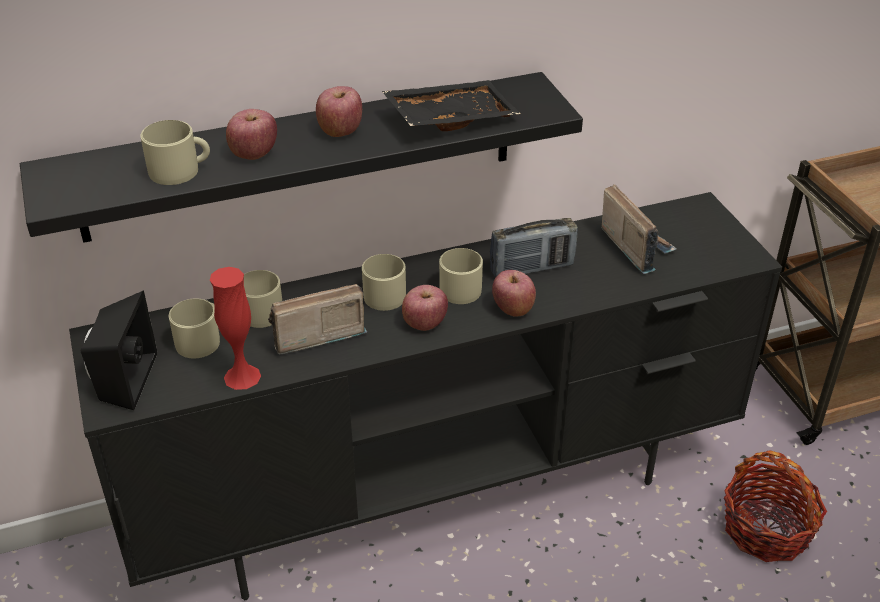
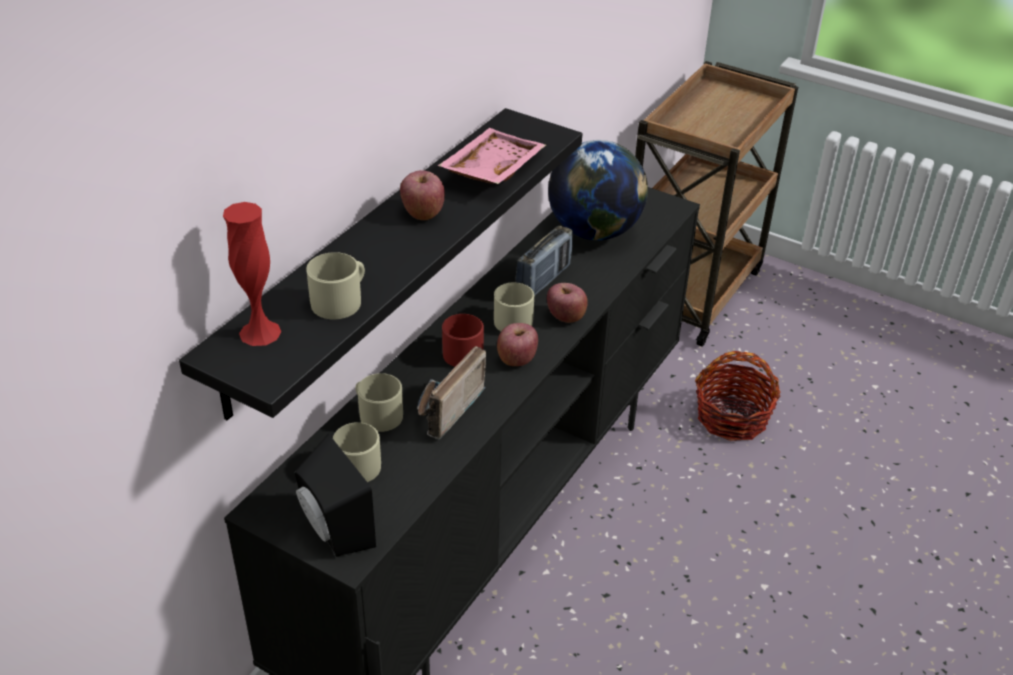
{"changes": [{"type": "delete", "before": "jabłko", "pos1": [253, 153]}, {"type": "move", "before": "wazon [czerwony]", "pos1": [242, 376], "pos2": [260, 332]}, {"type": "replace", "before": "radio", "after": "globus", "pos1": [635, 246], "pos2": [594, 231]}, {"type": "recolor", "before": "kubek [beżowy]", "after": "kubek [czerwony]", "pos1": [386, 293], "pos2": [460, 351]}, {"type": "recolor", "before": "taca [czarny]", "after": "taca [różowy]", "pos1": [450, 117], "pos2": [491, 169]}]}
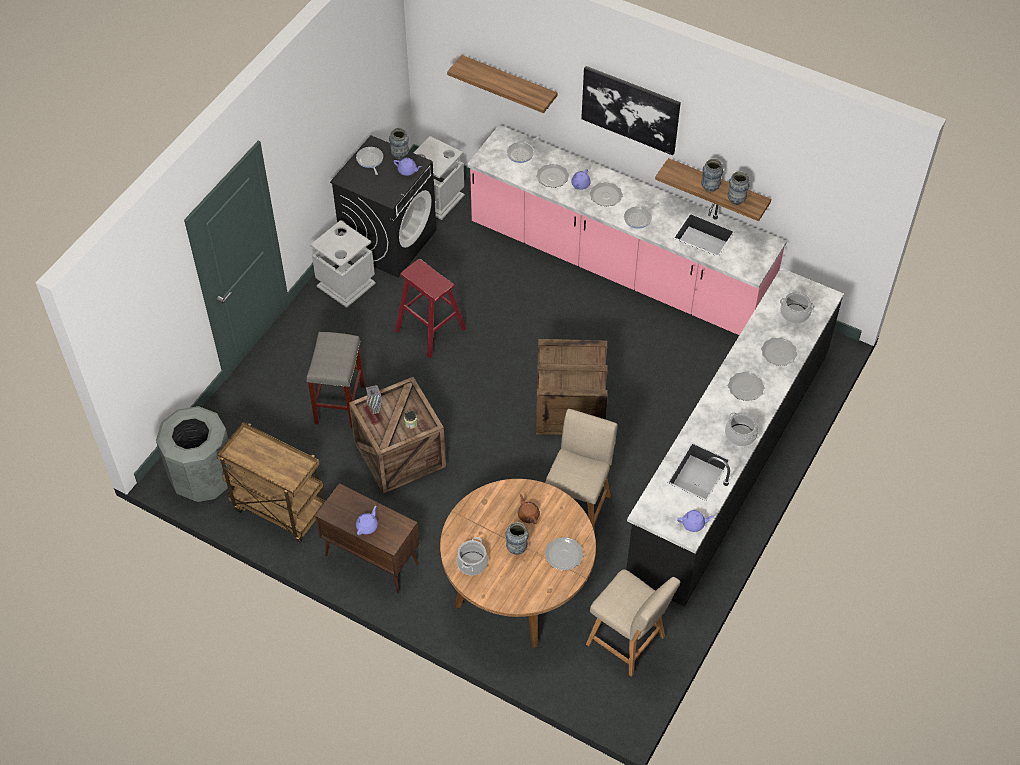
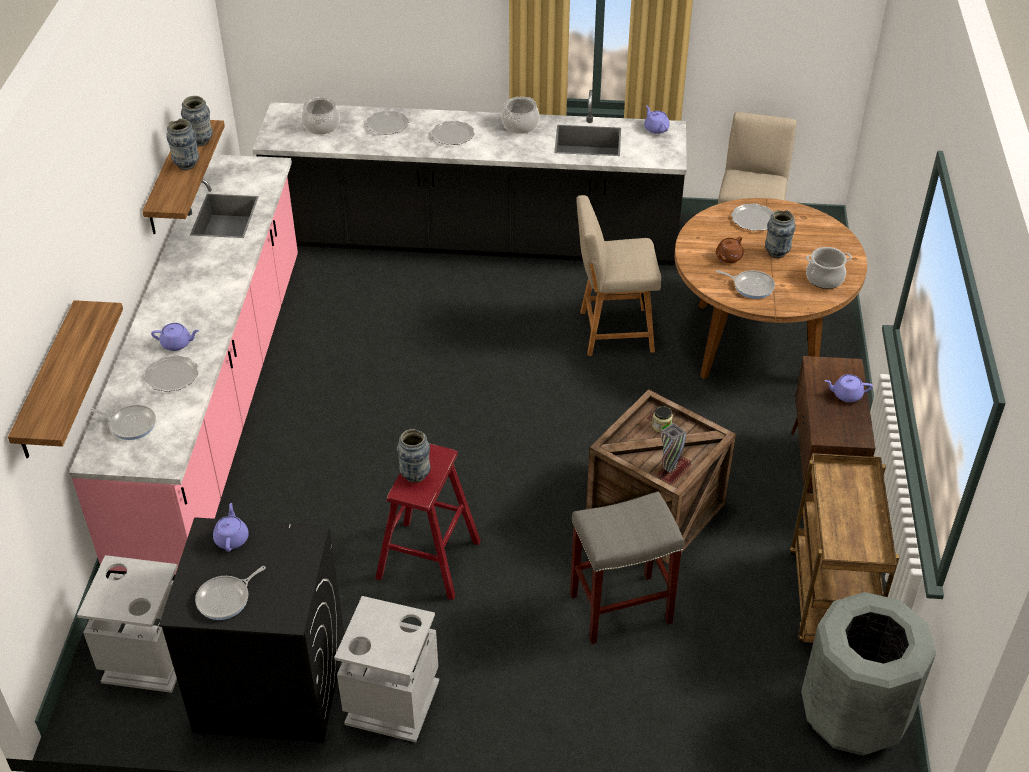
{"changes": [{"type": "delete", "before": "skrzynka", "pos1": [569, 407]}, {"type": "delete", "before": "obraz", "pos1": [630, 109]}, {"type": "delete", "before": "talerz", "pos1": [606, 195]}, {"type": "move", "before": "wazon", "pos1": [400, 155], "pos2": [415, 475]}, {"type": "move", "before": "patelnia", "pos1": [639, 218], "pos2": [751, 286]}]}
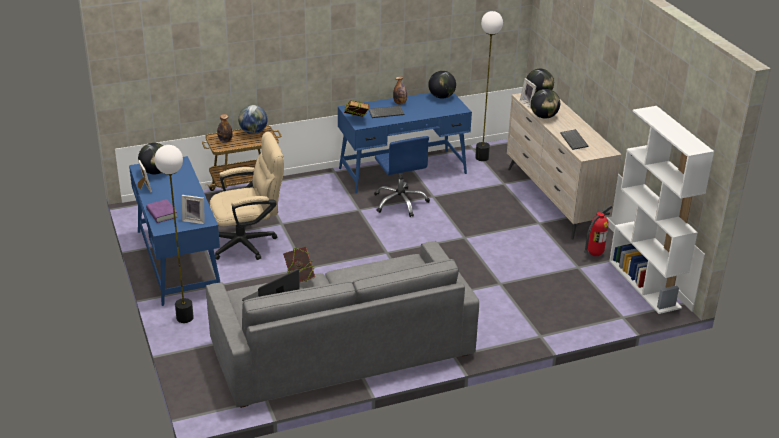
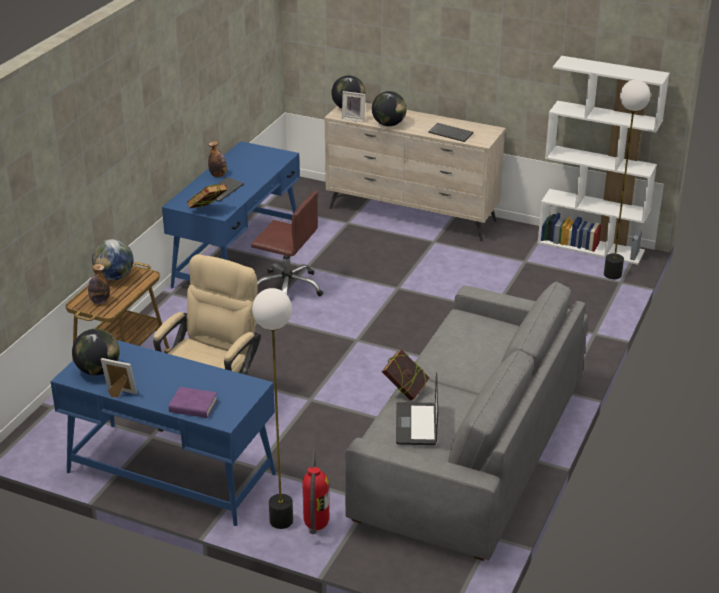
{"changes": [{"type": "delete", "before": "ramka na zdjęcie", "pos1": [195, 220]}, {"type": "delete", "before": "globus", "pos1": [441, 97]}, {"type": "move", "before": "lampa stojąca", "pos1": [481, 158], "pos2": [612, 274]}, {"type": "move", "before": "gaśnica", "pos1": [594, 254], "pos2": [315, 526]}, {"type": "recolor", "before": "krzesło biurowe [niebieski]", "after": "krzesło biurowe [brązowy]", "pos1": [400, 202], "pos2": [288, 288]}]}
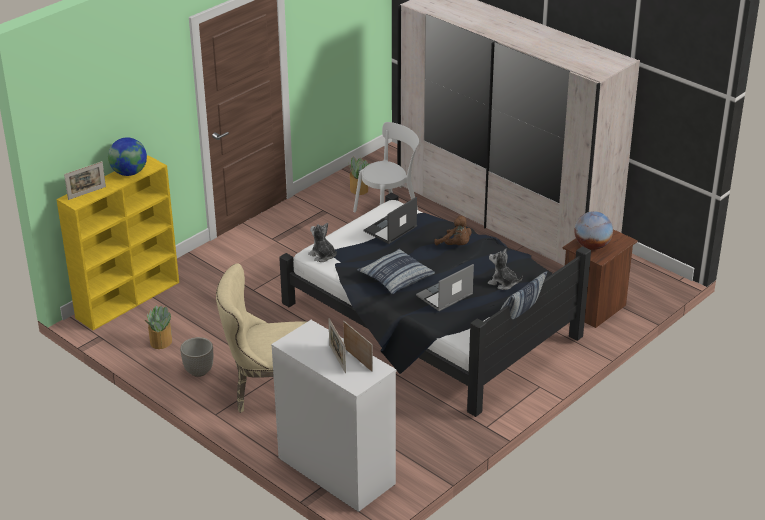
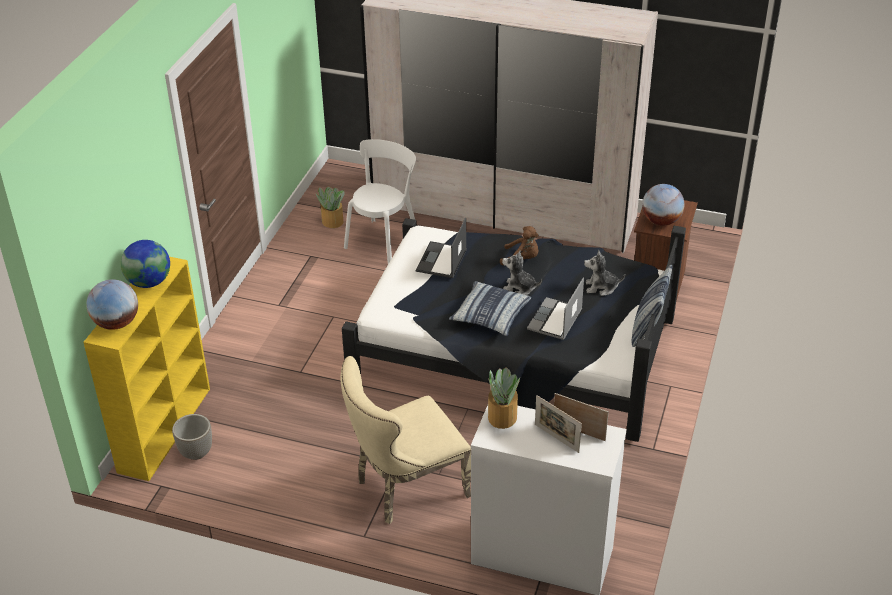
{"changes": [{"type": "move", "before": "roślina doniczkowa", "pos1": [160, 342], "pos2": [502, 417]}, {"type": "move", "before": "donica", "pos1": [198, 371], "pos2": [196, 452]}, {"type": "move", "before": "pluszak", "pos1": [322, 256], "pos2": [519, 288]}, {"type": "replace", "before": "ramka na zdjęcie", "after": "globus", "pos1": [87, 193], "pos2": [116, 323]}]}
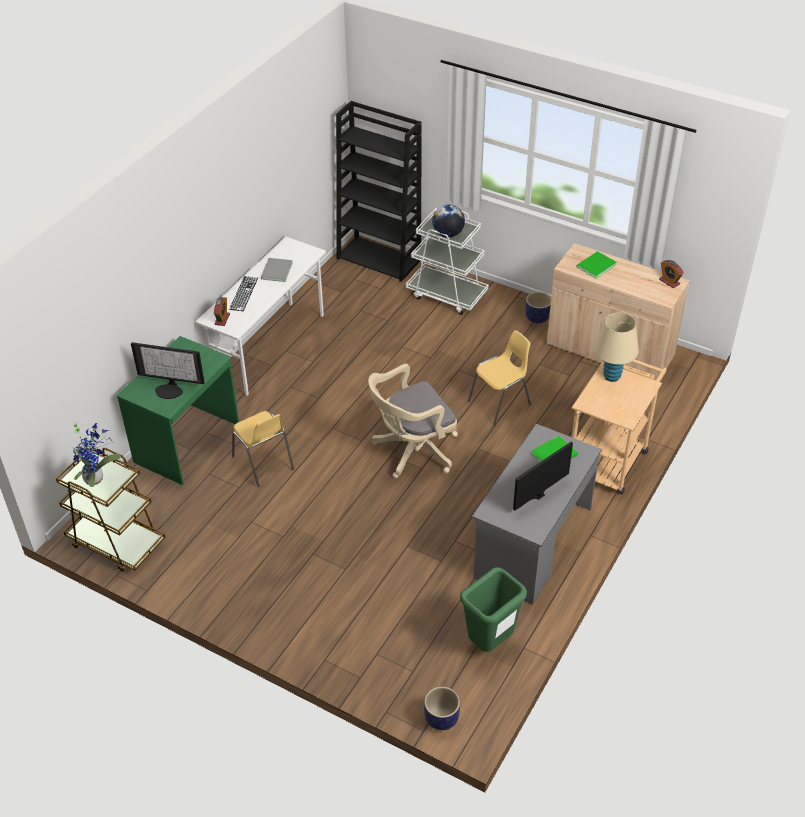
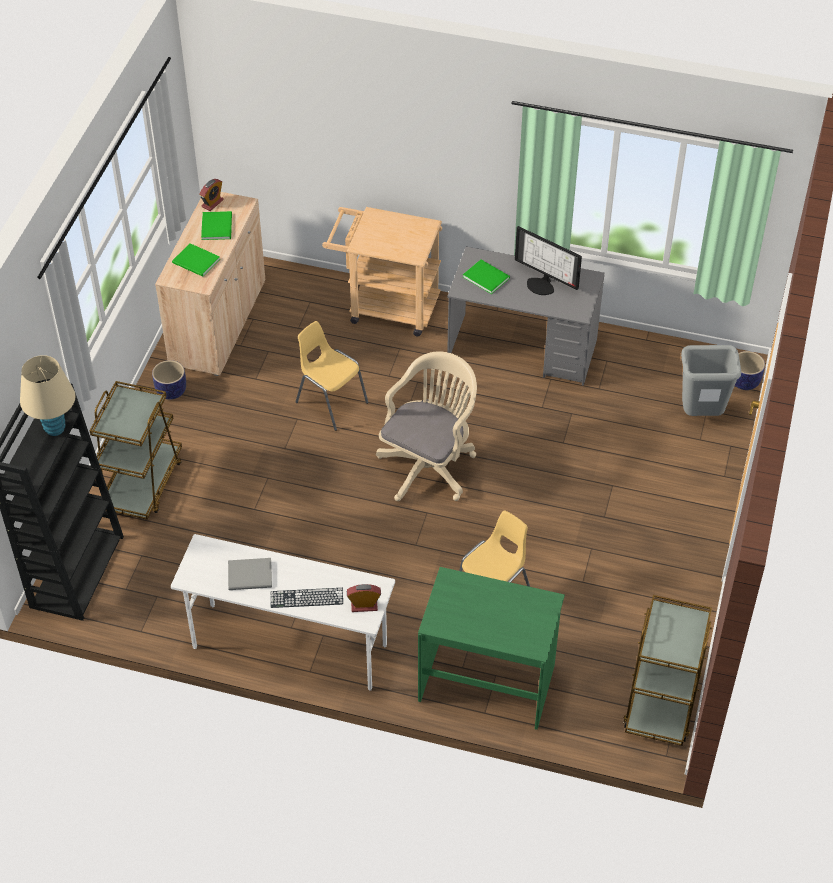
{"changes": [{"type": "delete", "before": "roślina doniczkowa", "pos1": [96, 477]}, {"type": "delete", "before": "monitor", "pos1": [170, 389]}, {"type": "delete", "before": "globus", "pos1": [448, 234]}, {"type": "delete", "before": "kosz na śmieci [zielony]", "pos1": [489, 643]}, {"type": "insert", "after": "książka [zielony]", "pos2": [218, 226]}, {"type": "insert", "after": "kosz na śmieci [szary]", "pos2": [701, 415]}, {"type": "move", "before": "lampa stołowa [beżowy]", "pos1": [612, 376], "pos2": [55, 429]}, {"type": "recolor", "before": "wózek [biały]", "after": "wózek [brązowy]", "pos1": [447, 294], "pos2": [142, 483]}, {"type": "rotate", "before": "krzesło biurowe [beżowy]", "pos1": [412, 451], "pos2": [429, 464], "turn": -105}]}
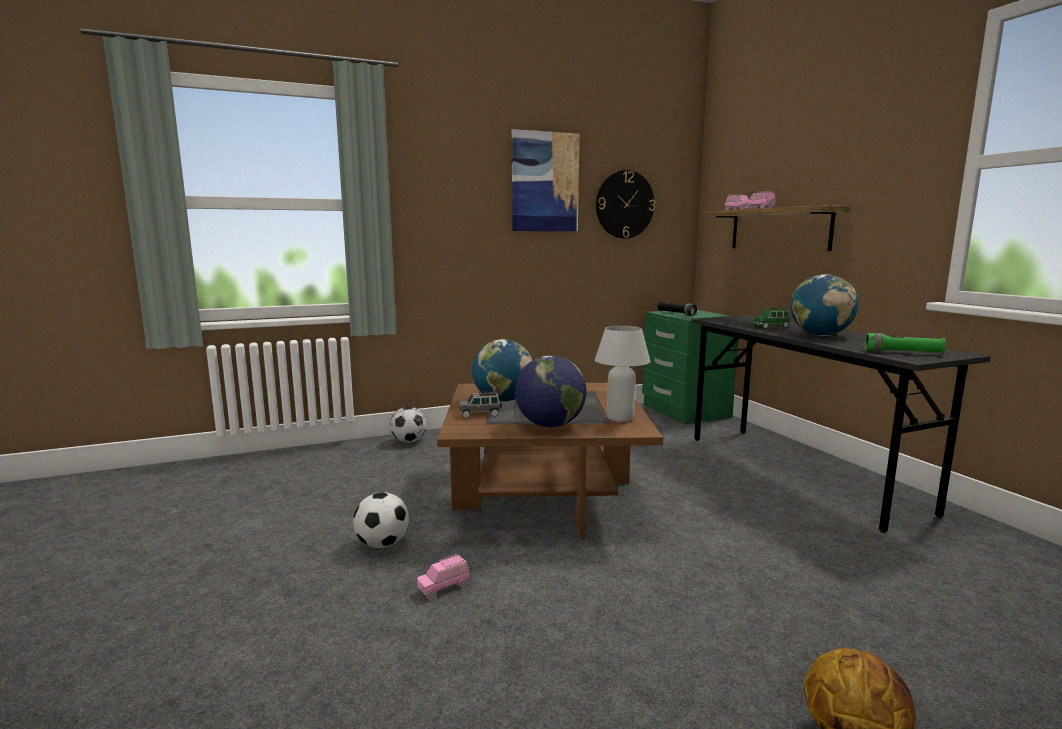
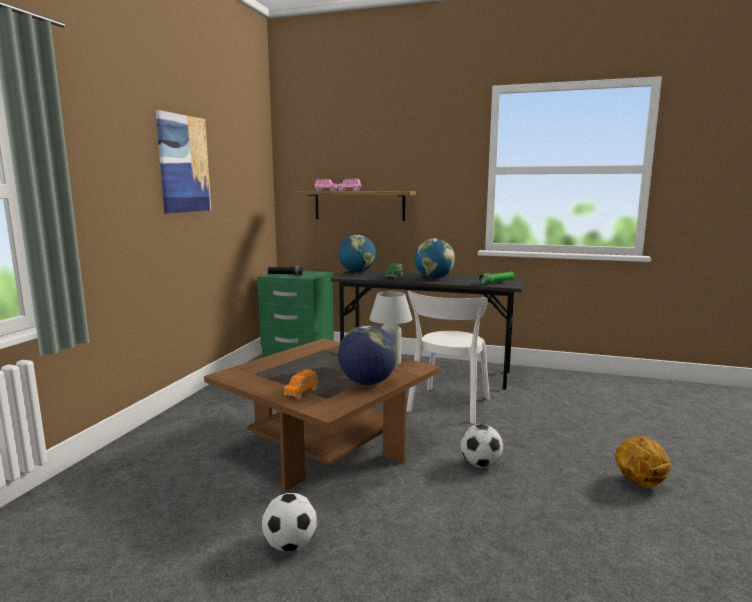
{"changes": [{"type": "delete", "before": "samochodzik [różowy]", "pos1": [444, 588]}, {"type": "delete", "before": "zegar ścienny", "pos1": [624, 204]}, {"type": "insert", "after": "krzesło [biały]", "pos2": [447, 406]}, {"type": "move", "before": "piłka futbolowa", "pos1": [409, 441], "pos2": [480, 464]}, {"type": "move", "before": "globus", "pos1": [503, 400], "pos2": [357, 272]}, {"type": "recolor", "before": "samochodzik [szary]", "after": "samochodzik [pomarańczowy]", "pos1": [480, 414], "pos2": [301, 393]}]}
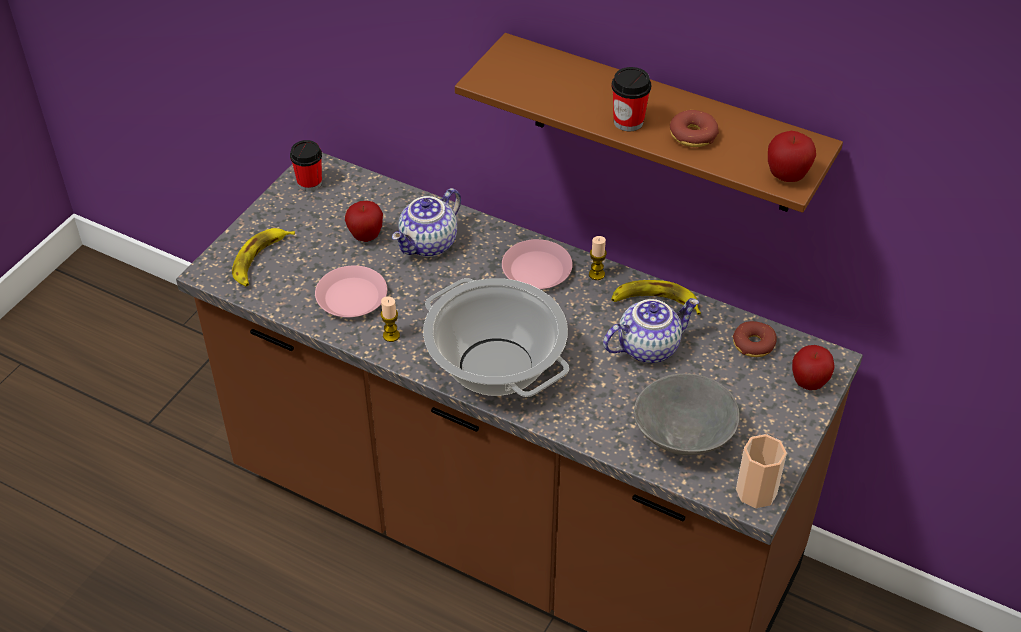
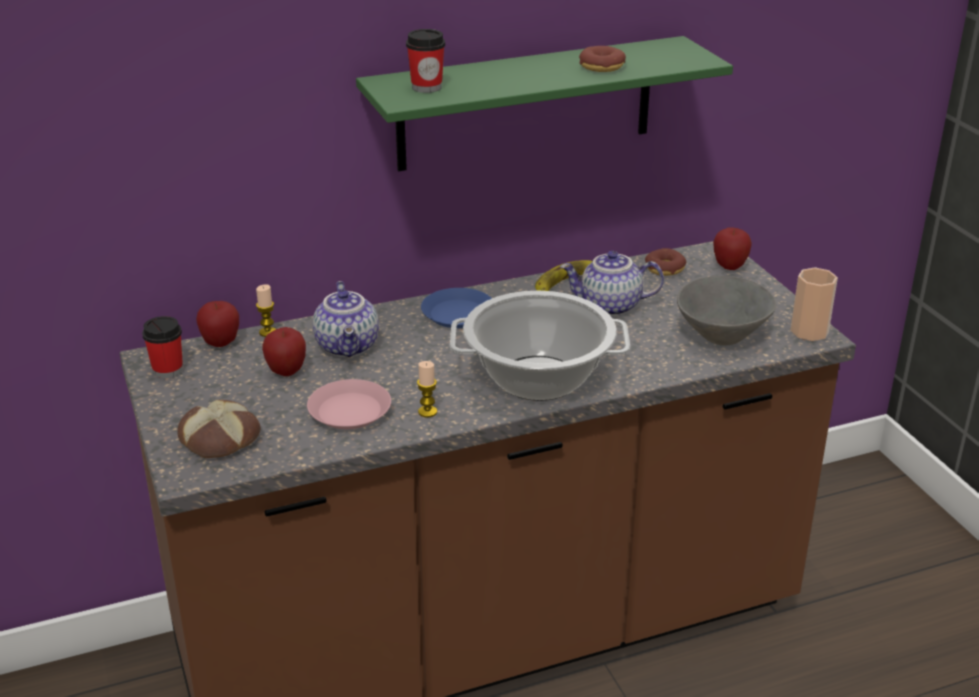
{"changes": [{"type": "move", "before": "świeca", "pos1": [596, 274], "pos2": [268, 332]}, {"type": "move", "before": "filiżanka", "pos1": [628, 122], "pos2": [426, 87]}, {"type": "move", "before": "jabłko", "pos1": [786, 177], "pos2": [221, 343]}, {"type": "replace", "before": "banan", "after": "chleb", "pos1": [260, 260], "pos2": [220, 439]}, {"type": "recolor", "before": "półka [brązowy]", "after": "półka [zielony]", "pos1": [662, 125], "pos2": [526, 104]}, {"type": "recolor", "before": "talerz [różowy]", "after": "talerz [niebieski]", "pos1": [537, 270], "pos2": [458, 314]}, {"type": "rotate", "before": "imbryk", "pos1": [648, 346], "pos2": [609, 307], "turn": -105}]}
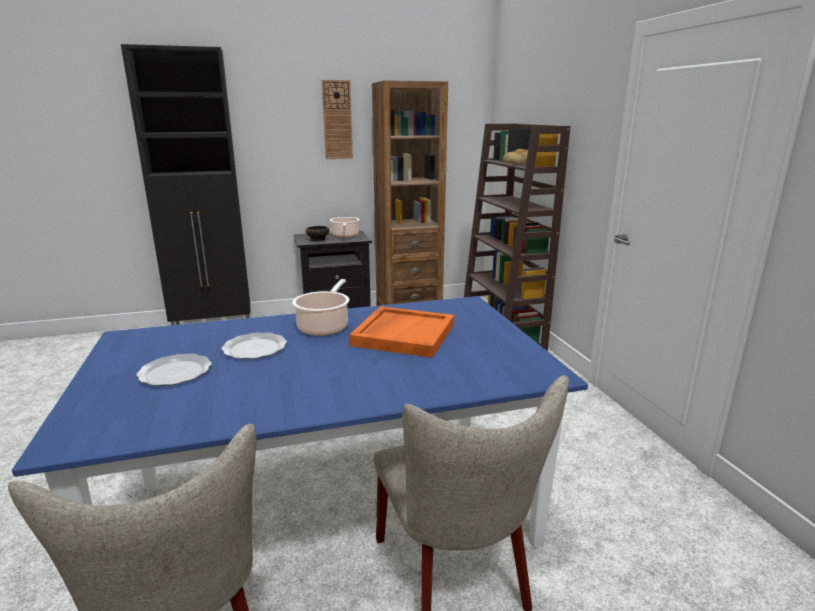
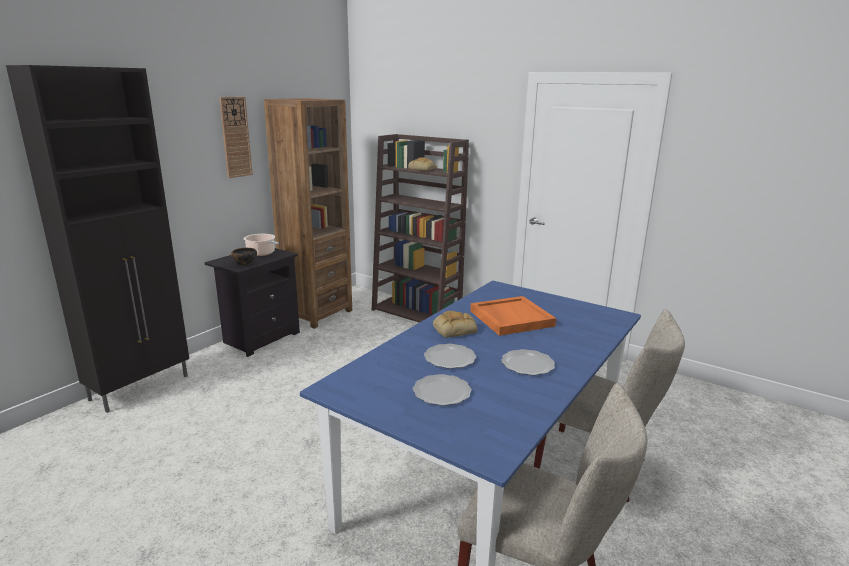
{"changes": [{"type": "insert", "after": "talerz", "pos2": [527, 364]}, {"type": "replace", "before": "garnek", "after": "chleb", "pos1": [324, 326], "pos2": [455, 329]}]}
